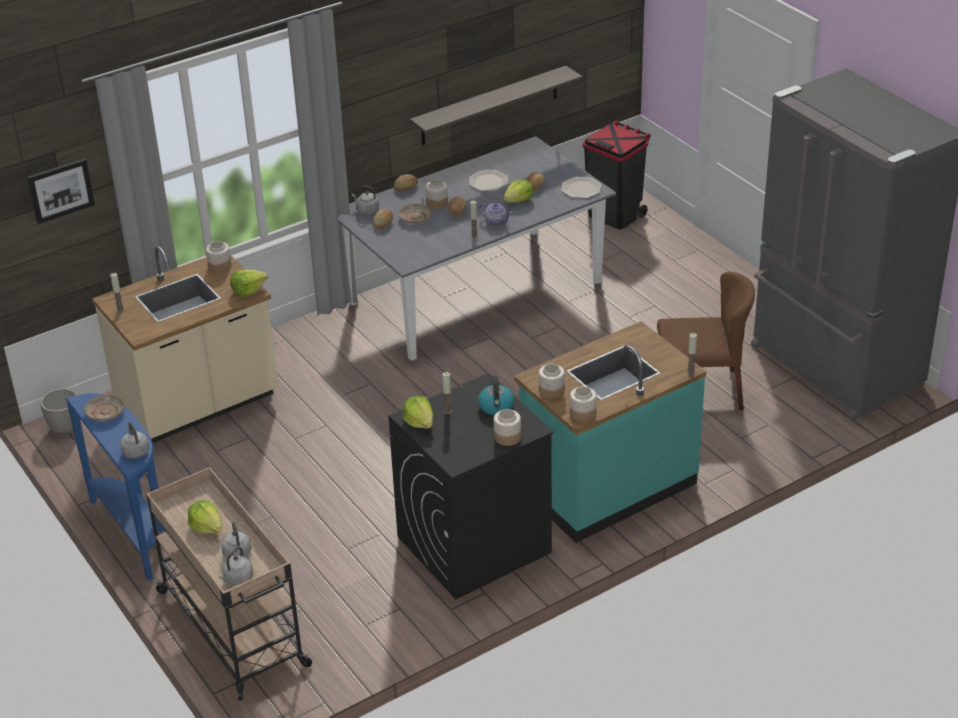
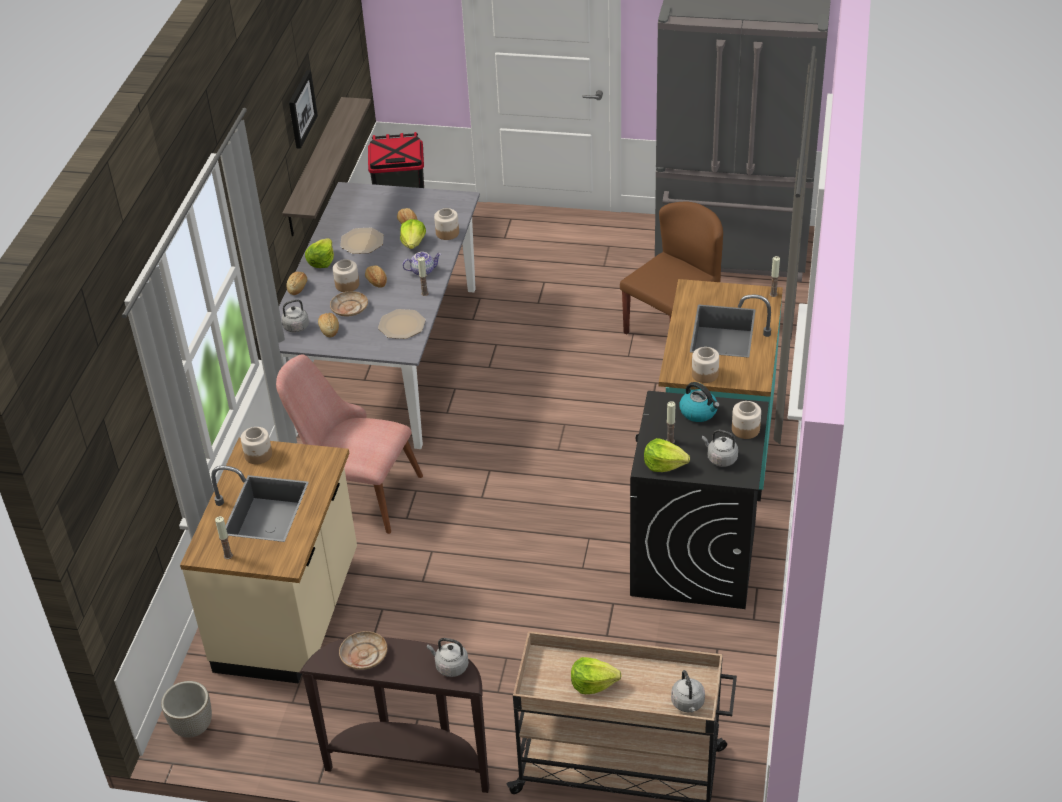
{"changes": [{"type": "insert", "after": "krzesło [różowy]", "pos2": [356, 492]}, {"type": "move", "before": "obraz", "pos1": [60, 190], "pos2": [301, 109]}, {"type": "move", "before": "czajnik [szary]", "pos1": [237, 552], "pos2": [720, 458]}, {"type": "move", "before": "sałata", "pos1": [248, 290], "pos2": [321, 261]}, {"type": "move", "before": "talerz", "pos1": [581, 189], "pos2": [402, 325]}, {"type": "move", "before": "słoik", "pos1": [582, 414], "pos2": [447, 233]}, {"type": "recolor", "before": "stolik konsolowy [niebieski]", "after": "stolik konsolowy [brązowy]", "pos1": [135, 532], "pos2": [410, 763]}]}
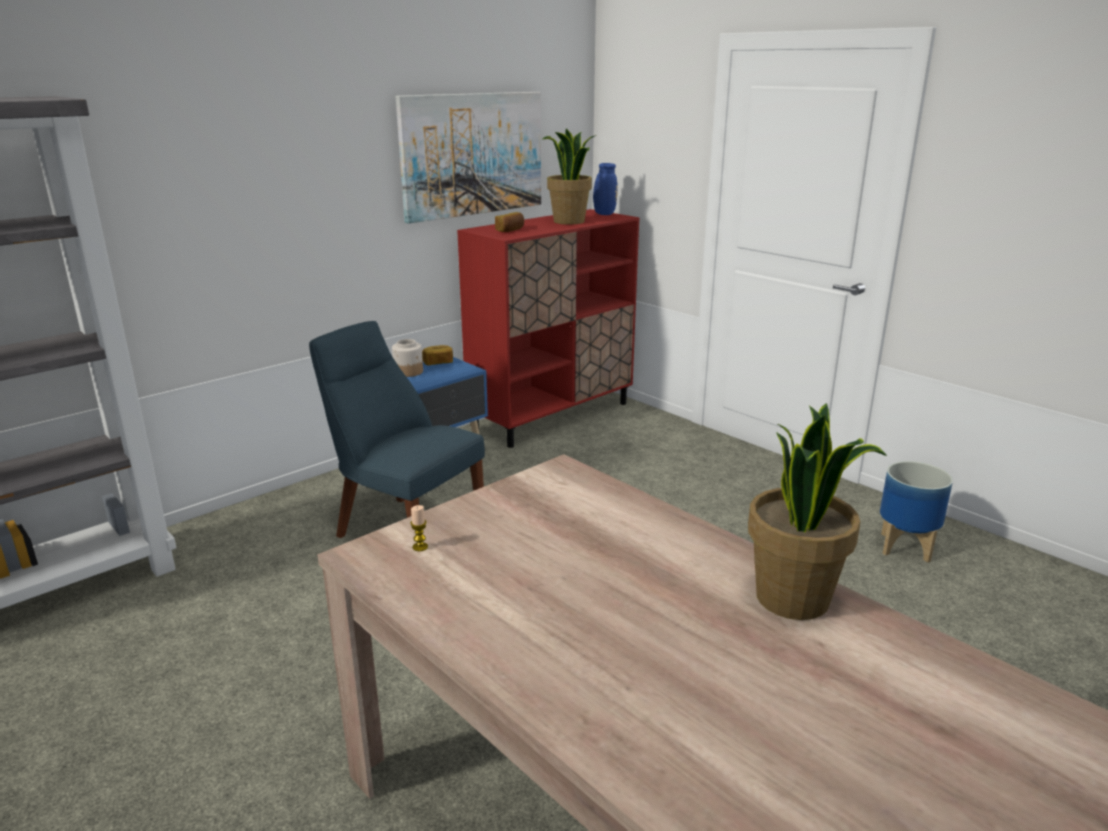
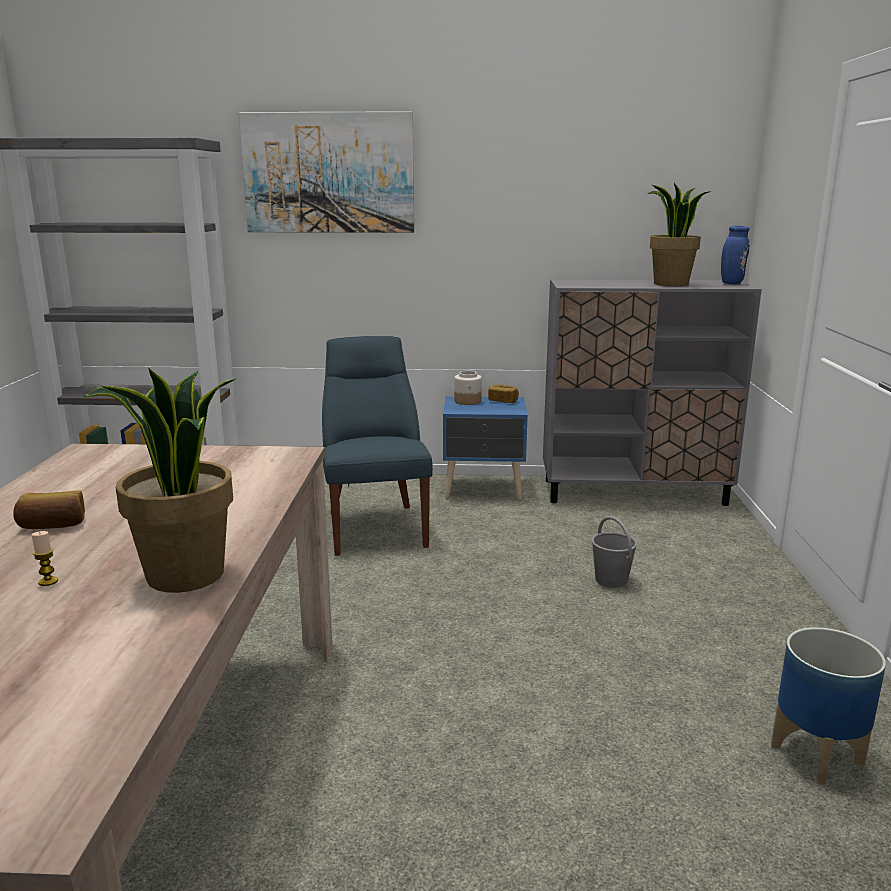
{"changes": [{"type": "insert", "after": "wiadro [szary]", "pos2": [611, 580]}, {"type": "move", "before": "obraz", "pos1": [472, 154], "pos2": [329, 173]}, {"type": "move", "before": "świeca", "pos1": [420, 547], "pos2": [48, 581]}, {"type": "move", "before": "chleb", "pos1": [510, 230], "pos2": [52, 525]}, {"type": "recolor", "before": "szafka [czerwony]", "after": "szafka [szary]", "pos1": [552, 415], "pos2": [634, 492]}]}
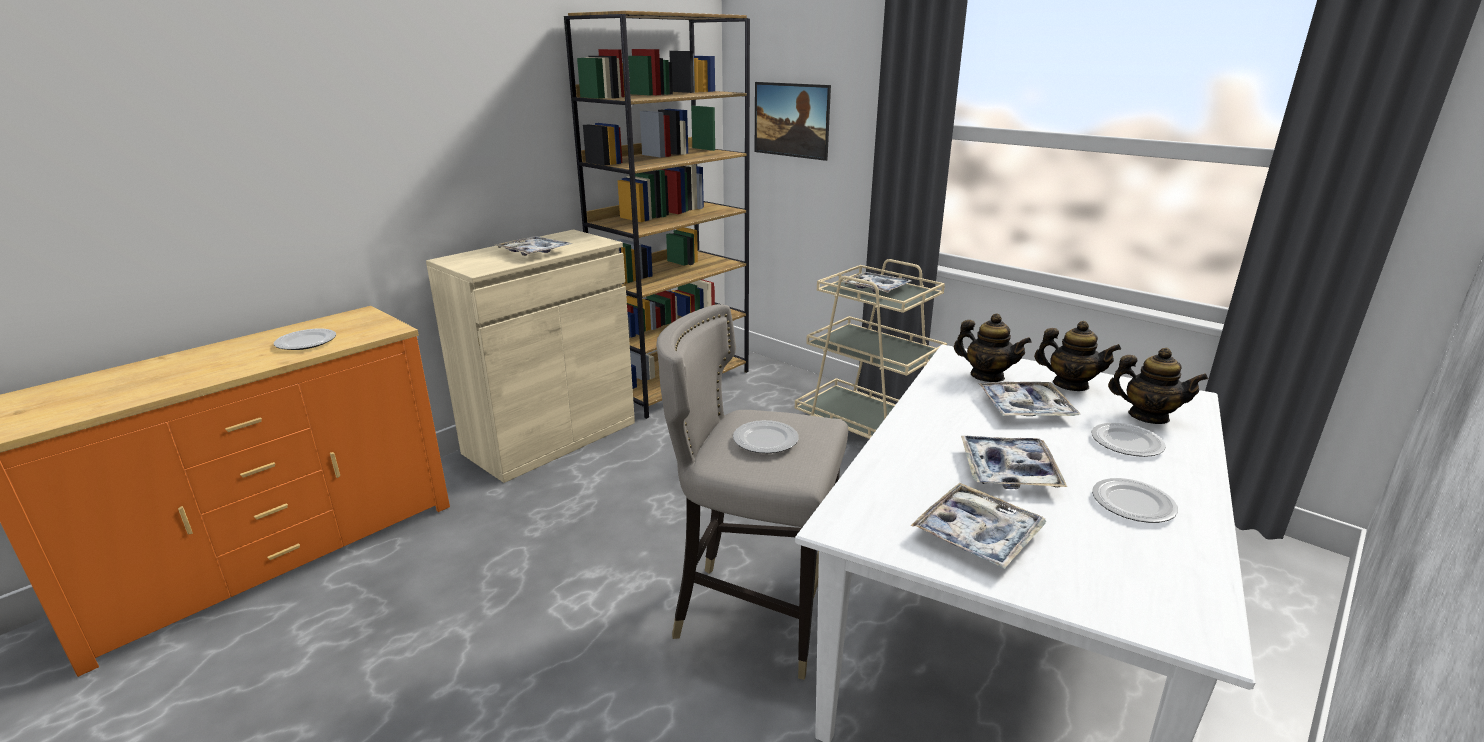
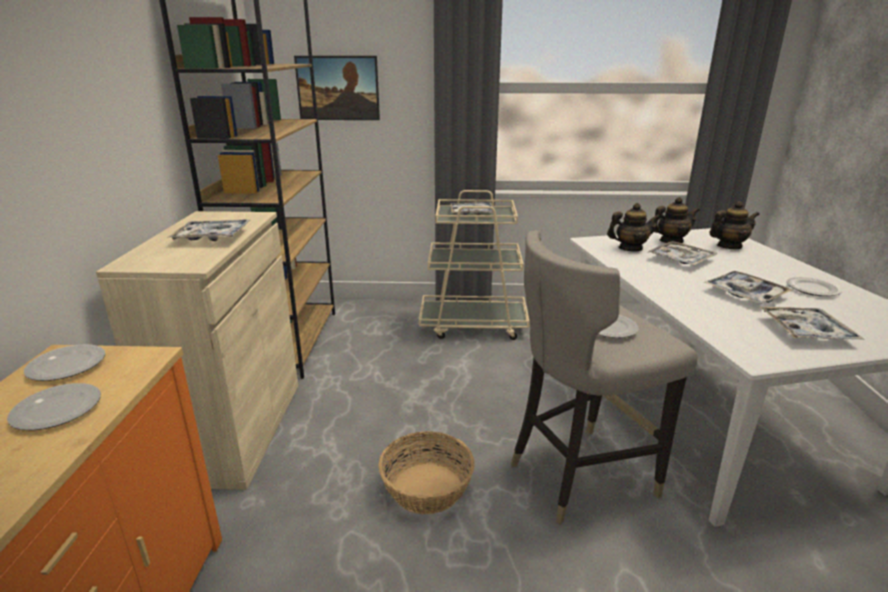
{"changes": [{"type": "insert", "after": "koszyk", "pos2": [427, 488]}, {"type": "move", "before": "talerz", "pos1": [1127, 443], "pos2": [68, 365]}]}
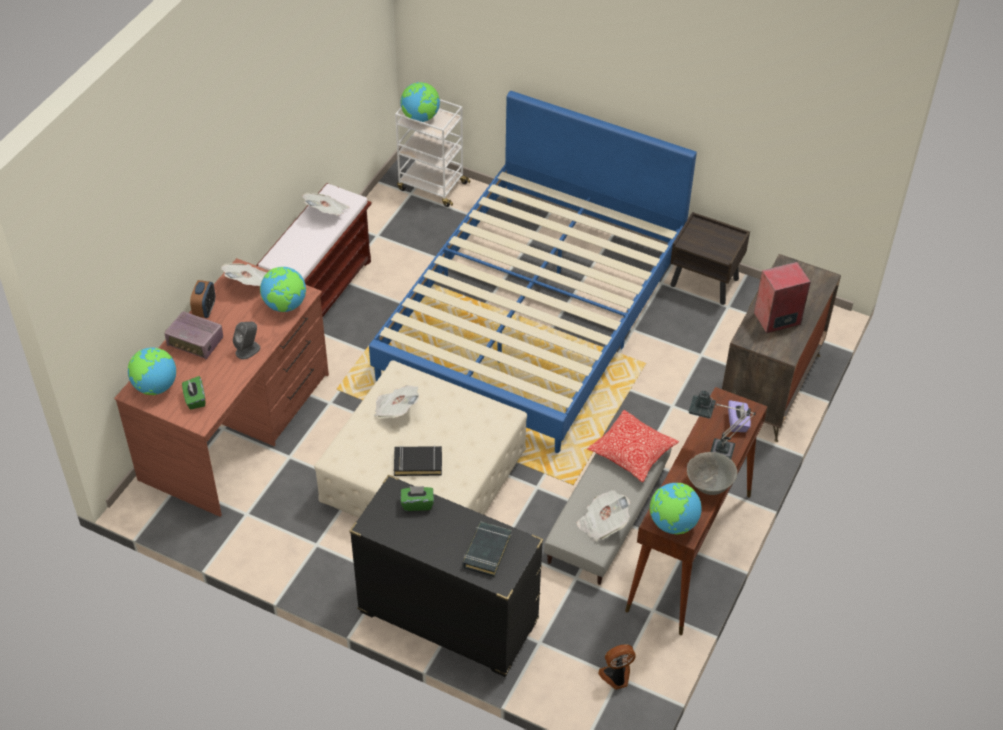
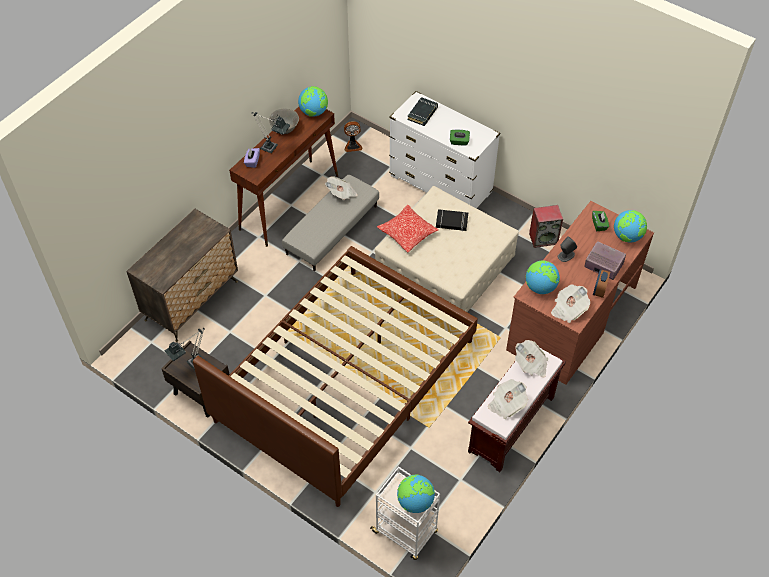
{"changes": [{"type": "insert", "after": "lampa stołowa", "pos2": [193, 365]}, {"type": "move", "before": "gazeta", "pos1": [396, 409], "pos2": [531, 364]}, {"type": "move", "before": "poduszka", "pos1": [632, 452], "pos2": [407, 233]}, {"type": "move", "before": "głośnik", "pos1": [777, 319], "pos2": [543, 238]}, {"type": "recolor", "before": "komoda [czarny]", "after": "komoda [biały]", "pos1": [447, 617], "pos2": [440, 184]}, {"type": "recolor", "before": "łóżko [niebieski]", "after": "łóżko [brązowy]", "pos1": [533, 316], "pos2": [345, 380]}]}
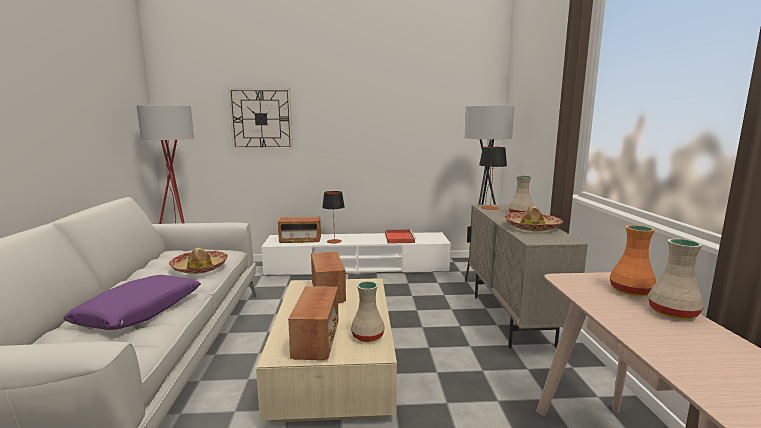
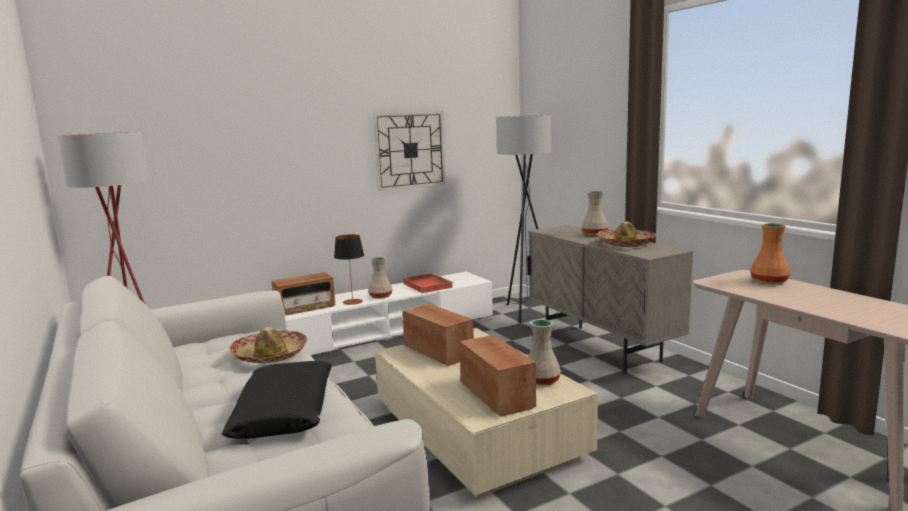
{"changes": [{"type": "delete", "before": "lampa stołowa", "pos1": [490, 208]}, {"type": "move", "before": "zegar ścienny", "pos1": [261, 119], "pos2": [410, 150]}, {"type": "move", "before": "wazon [beżowy]", "pos1": [671, 313], "pos2": [380, 296]}, {"type": "recolor", "before": "poduszka [fioletowy]", "after": "poduszka [czarny]", "pos1": [140, 312], "pos2": [285, 412]}]}
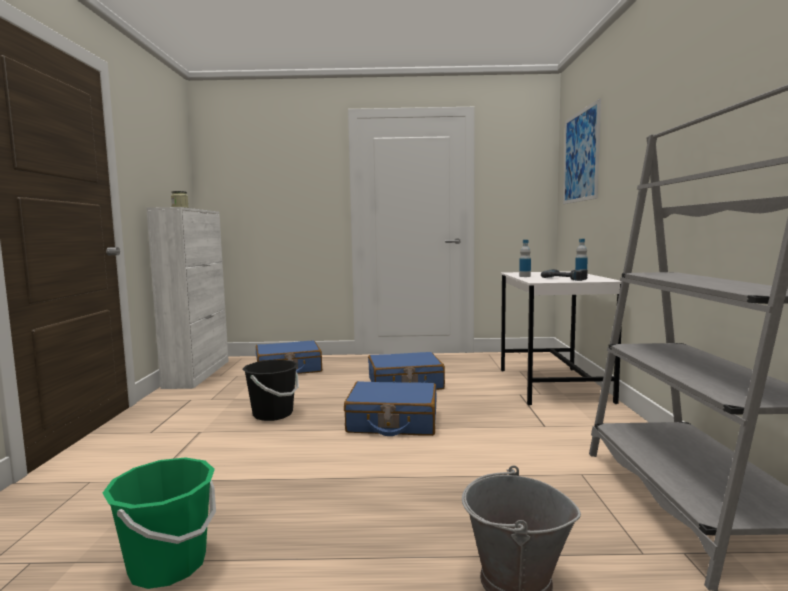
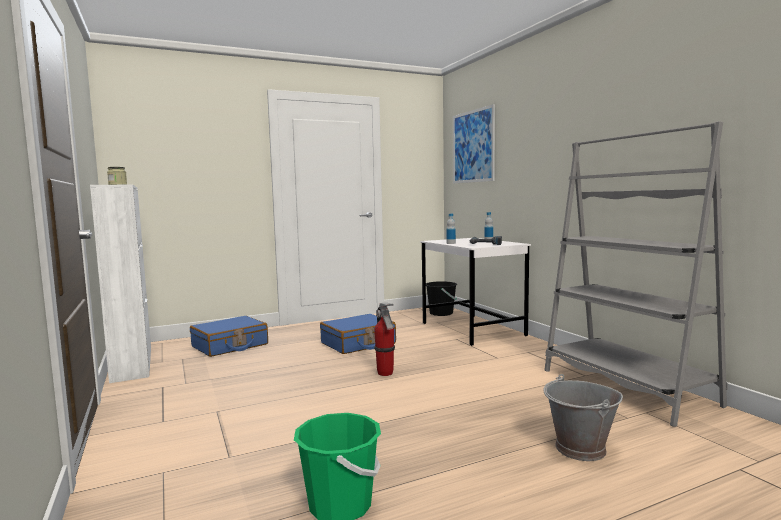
{"changes": [{"type": "move", "before": "wiadro [czarny]", "pos1": [273, 414], "pos2": [441, 313]}, {"type": "replace", "before": "walizka [niebieski]", "after": "gaśnica", "pos1": [392, 422], "pos2": [385, 373]}]}
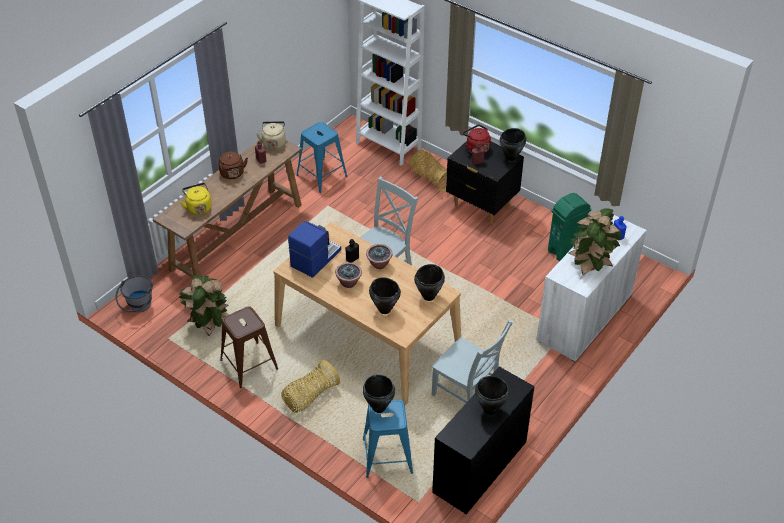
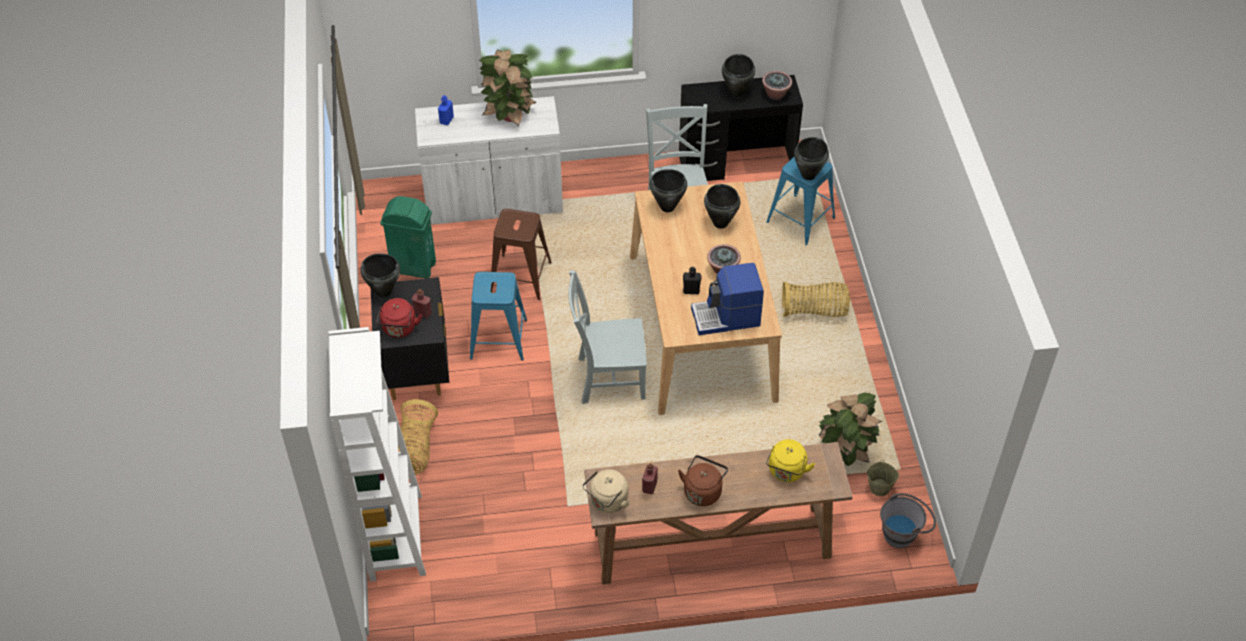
{"changes": [{"type": "insert", "after": "wiadro [beżowy]", "pos2": [880, 488]}, {"type": "move", "before": "stołek [brązowy]", "pos1": [248, 364], "pos2": [521, 277]}, {"type": "move", "before": "stołek [niebieski]", "pos1": [321, 175], "pos2": [499, 339]}, {"type": "move", "before": "roślina doniczkowa", "pos1": [379, 264], "pos2": [775, 94]}]}
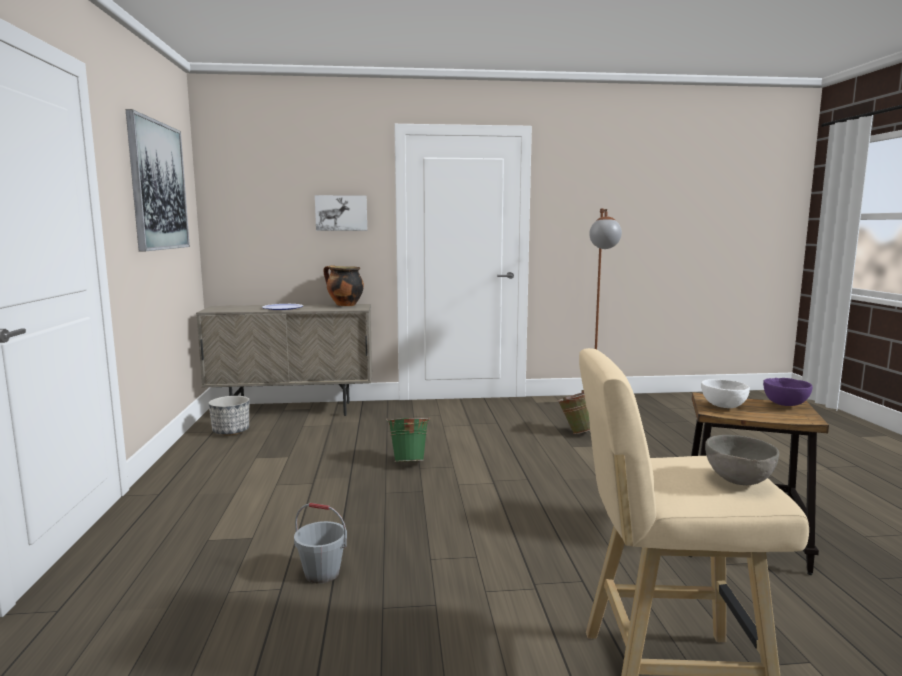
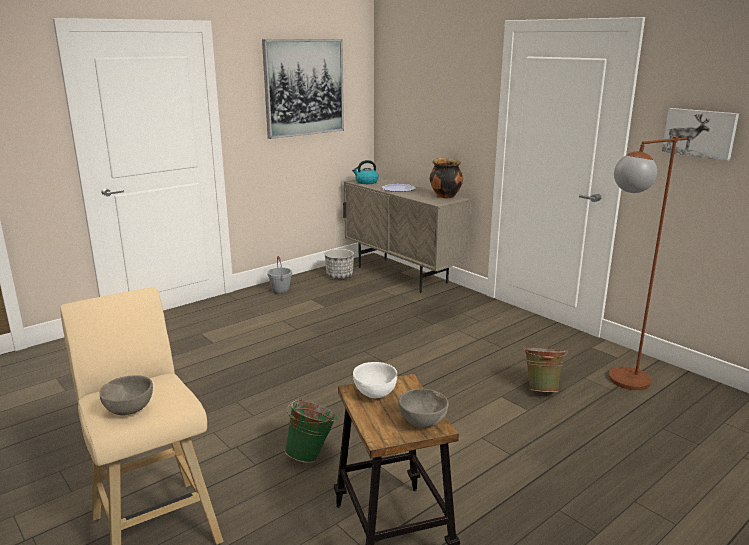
{"changes": [{"type": "insert", "after": "czajnik", "pos2": [366, 182]}, {"type": "move", "before": "wiadro [szary]", "pos1": [322, 573], "pos2": [281, 291]}, {"type": "move", "before": "obraz", "pos1": [341, 213], "pos2": [700, 133]}, {"type": "move", "before": "wiadro [zielony]", "pos1": [409, 462], "pos2": [312, 455]}, {"type": "recolor", "before": "miska [fioletowy]", "after": "miska [szary]", "pos1": [785, 405], "pos2": [423, 423]}]}
